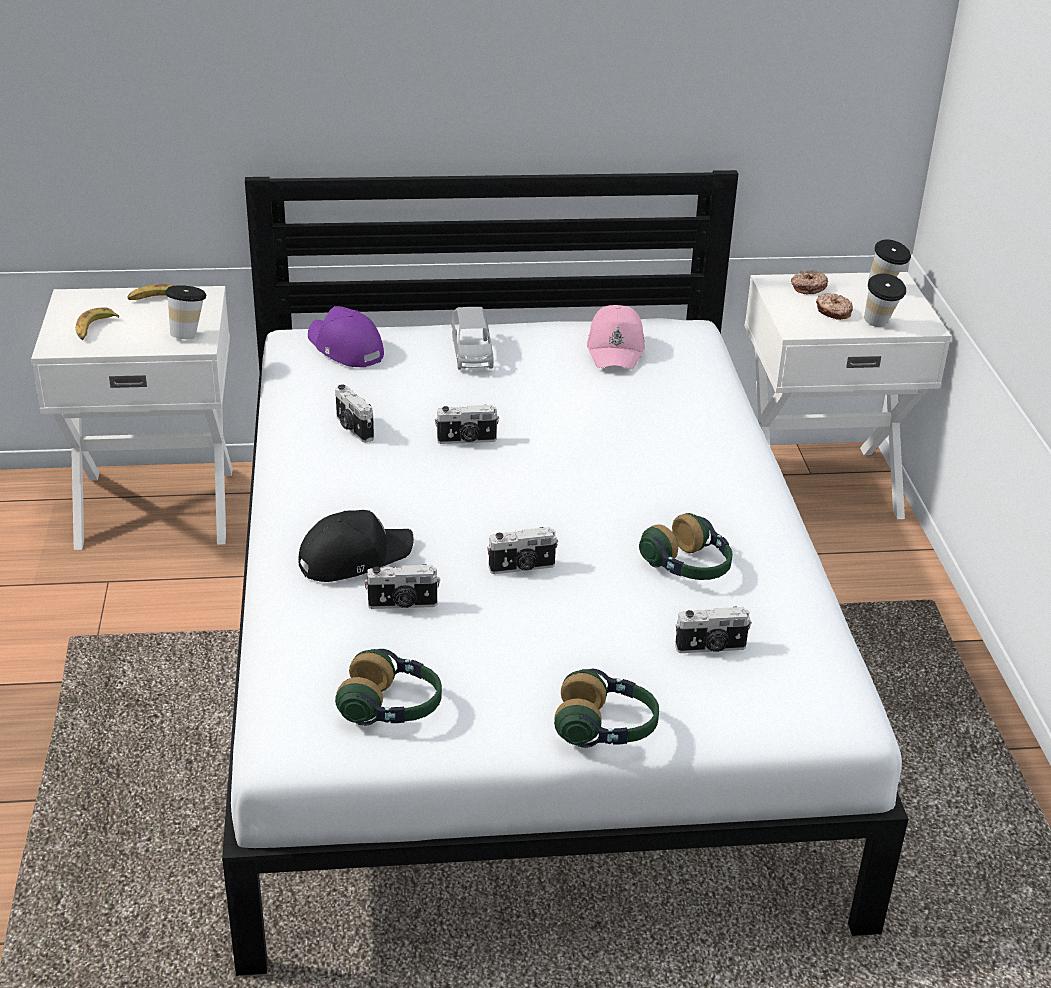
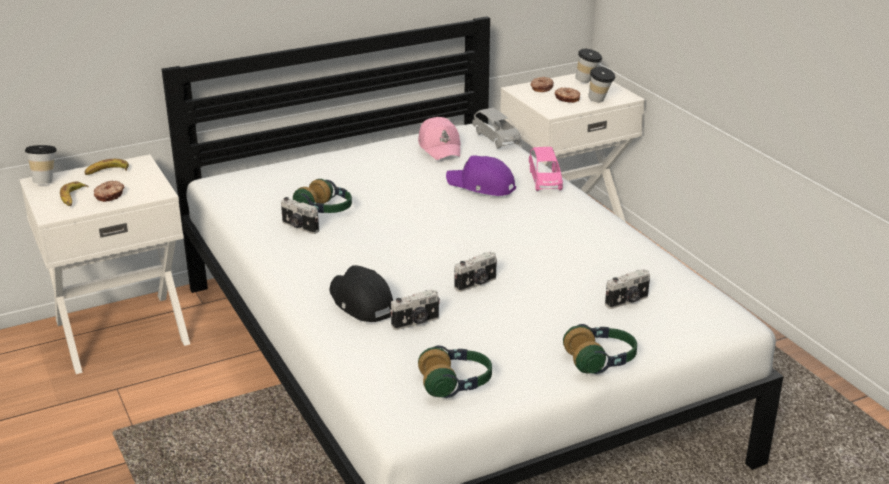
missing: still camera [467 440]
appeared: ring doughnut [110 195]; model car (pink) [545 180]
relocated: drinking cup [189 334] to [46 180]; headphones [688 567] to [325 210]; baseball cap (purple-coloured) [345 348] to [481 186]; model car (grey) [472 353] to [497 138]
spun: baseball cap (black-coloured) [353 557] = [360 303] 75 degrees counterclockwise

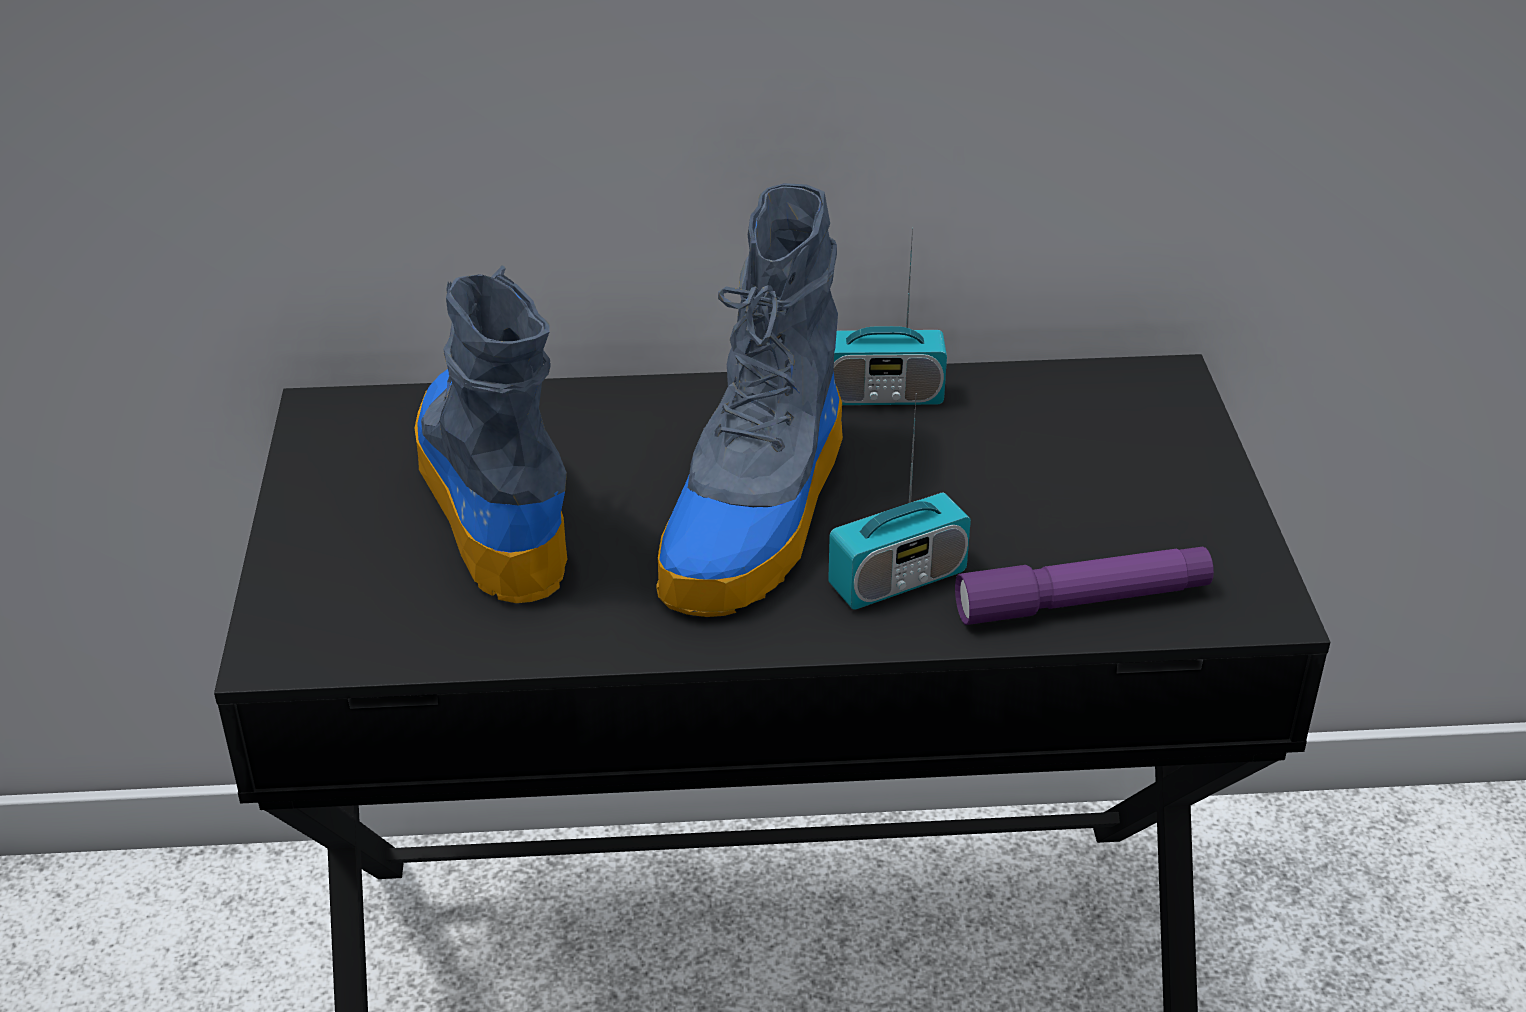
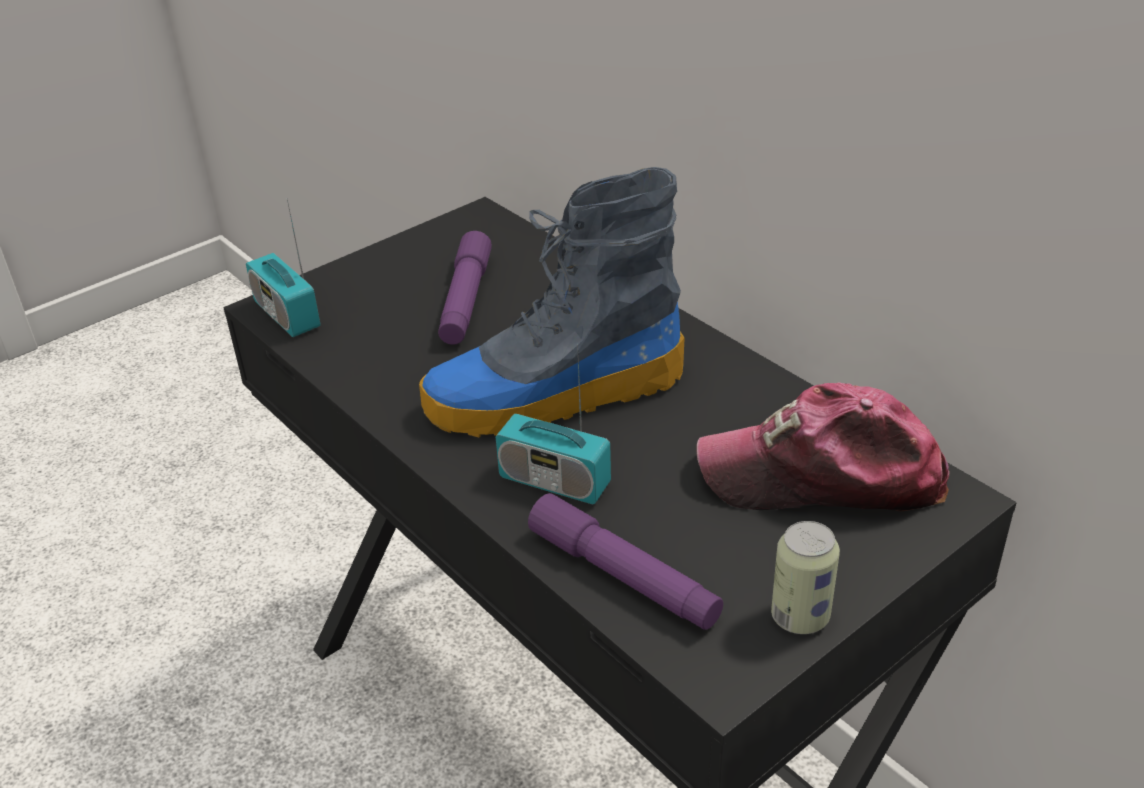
appeared: baseball cap [823 476]; sealed can [800 617]
relocated: radio [882 395] to [287 315]
exchanged: high-top boot [492 497] to torch (purple-coloured) [465 300]

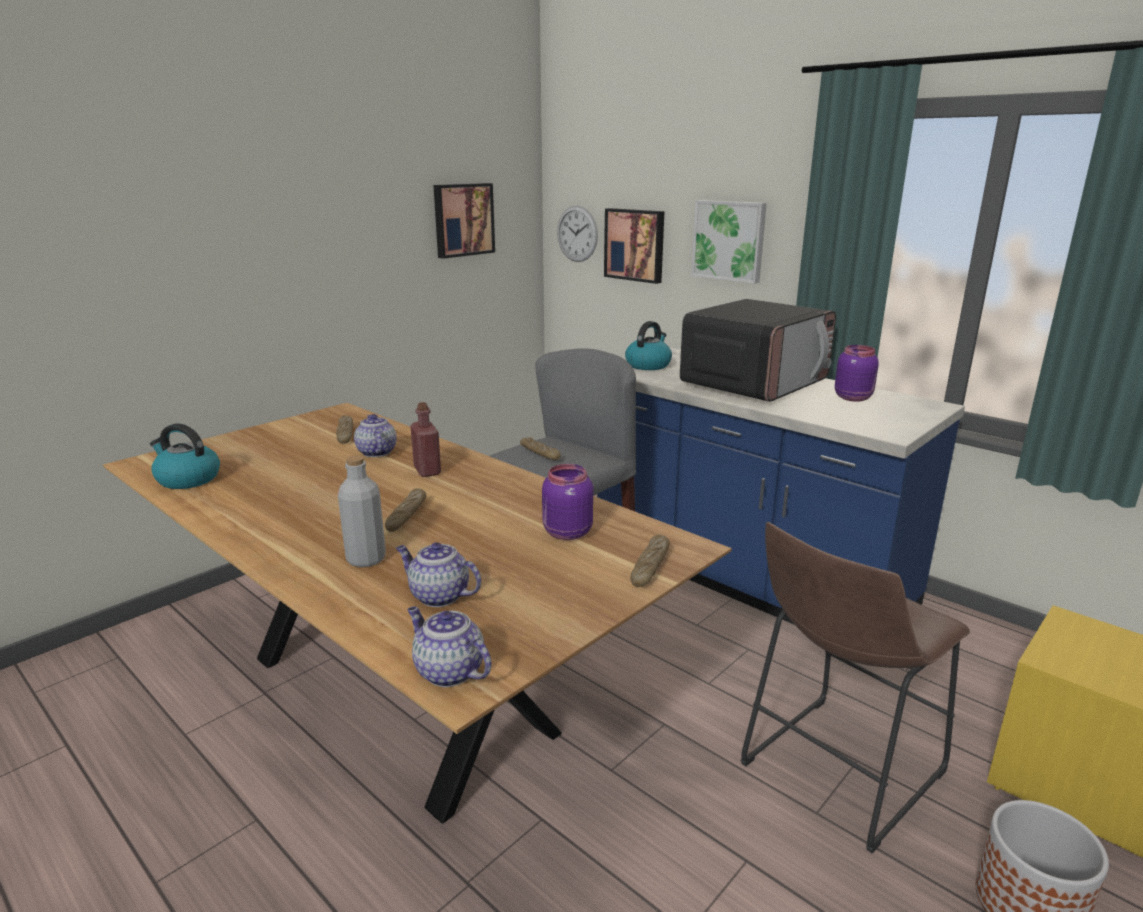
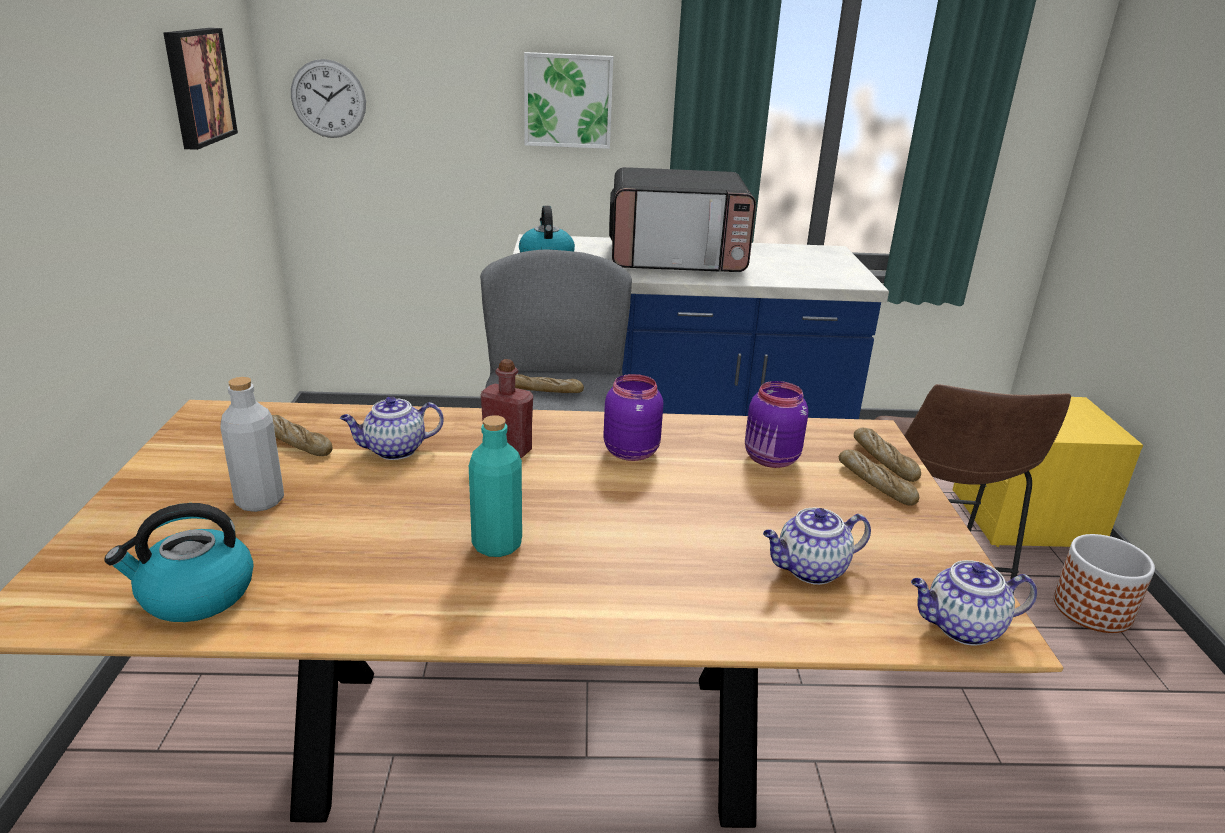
missing: wall art [635 245]
appeared: bottle (turquoise-coloured) [497 544]
relocated: bottle (grey) [366 559] to [260 501]; preserve jar (purple-coloured) [853 397] to [631 451]; bakery bread [407 515] to [875 484]
spun: teapot [376 452] = [394 450] 45 degrees counterclockwise; kitchen microwave [755 383] = [677 258] 90 degrees clockwise

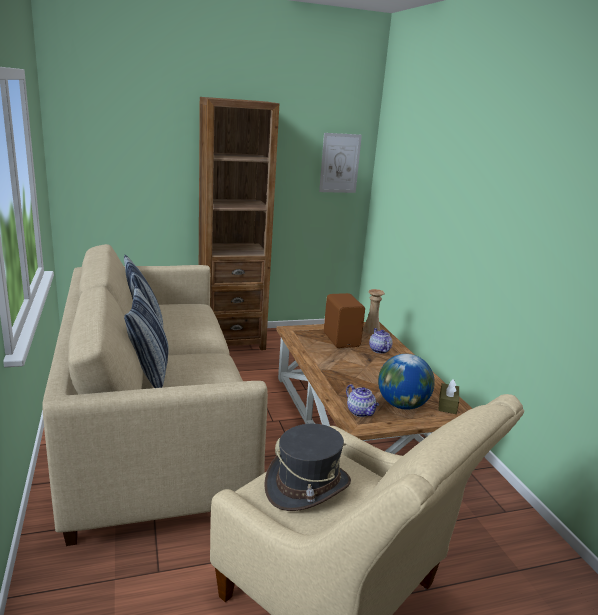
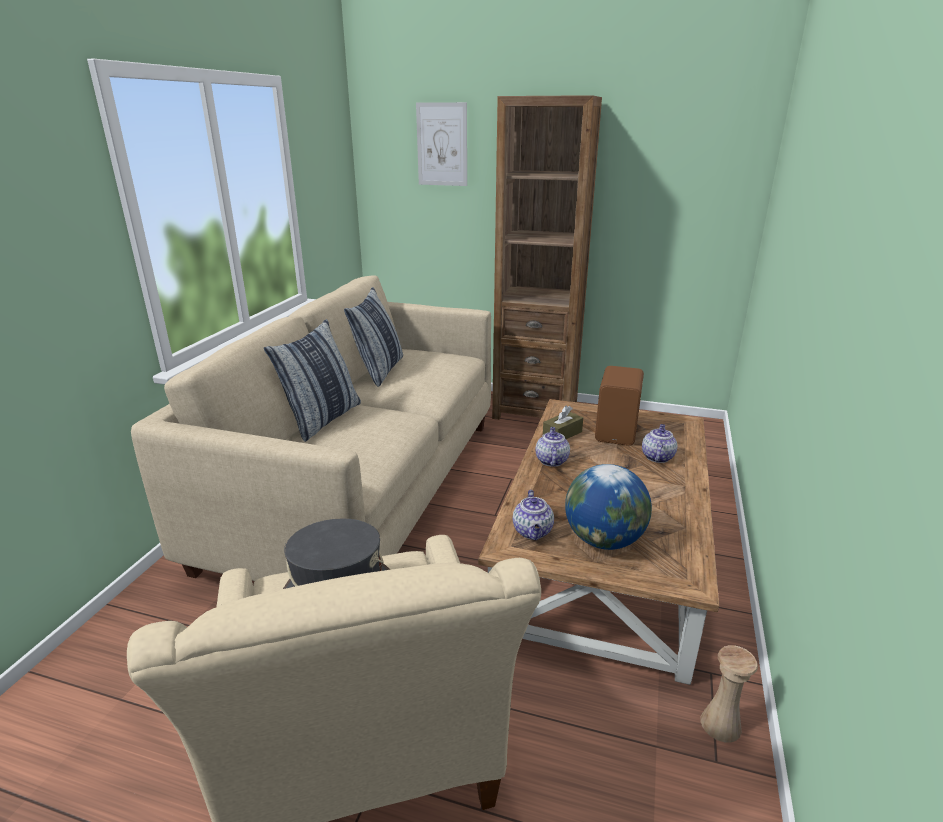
appeared: teapot [551 460]
relocated: wall art [340 163] to [442 144]; tissue holder (brown-coloured) [447 404] to [562 434]; flower vase (beige) [371 330] to [720 724]

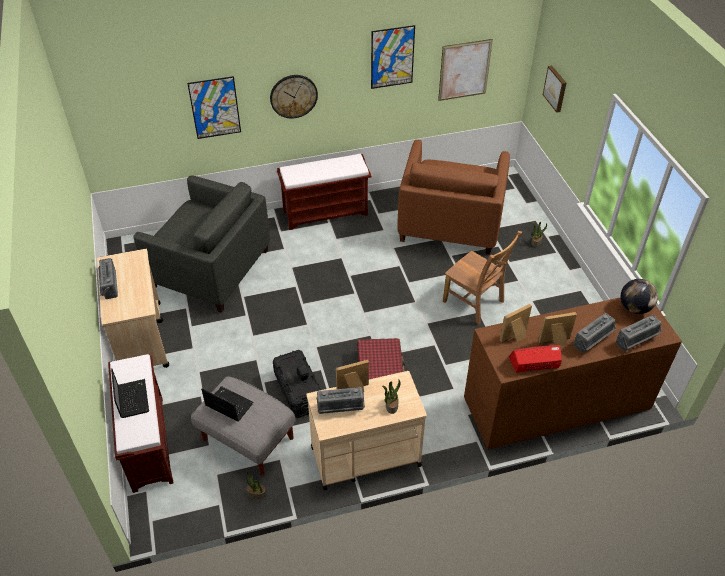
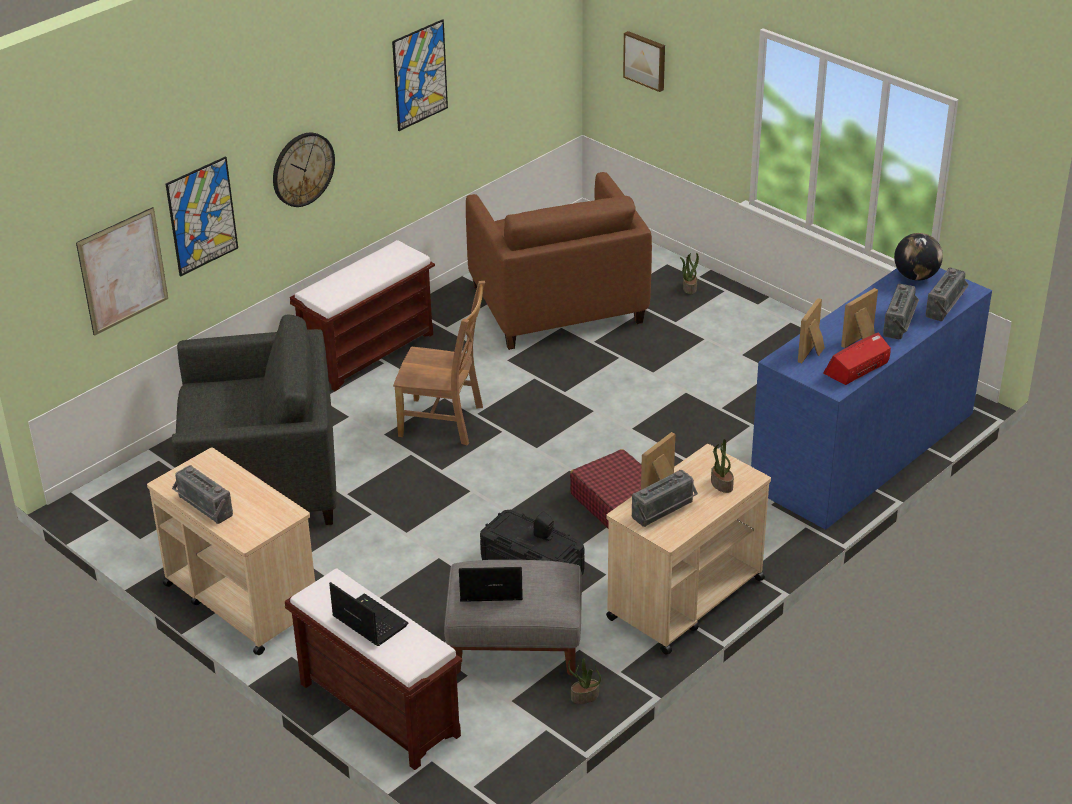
relocated: wall art [464 70] to [123 271]; plain chair (brown-coloured) [475 303] to [444 422]
colour: drawer chest (brown-coloured) [556 402] to drawer chest (blue-coloured) [863 450]

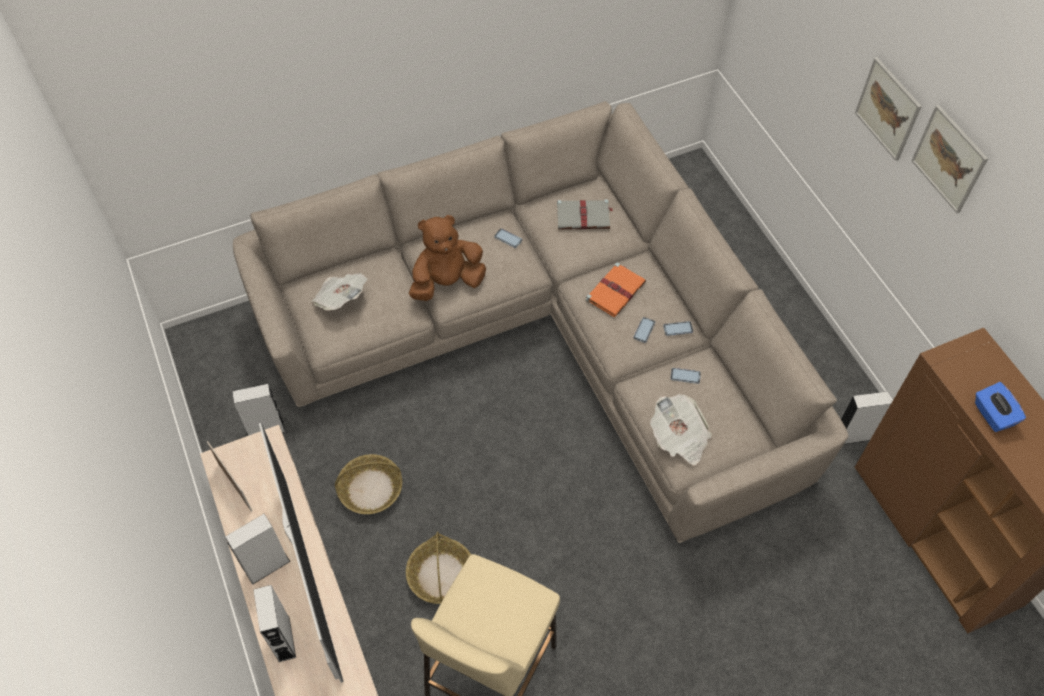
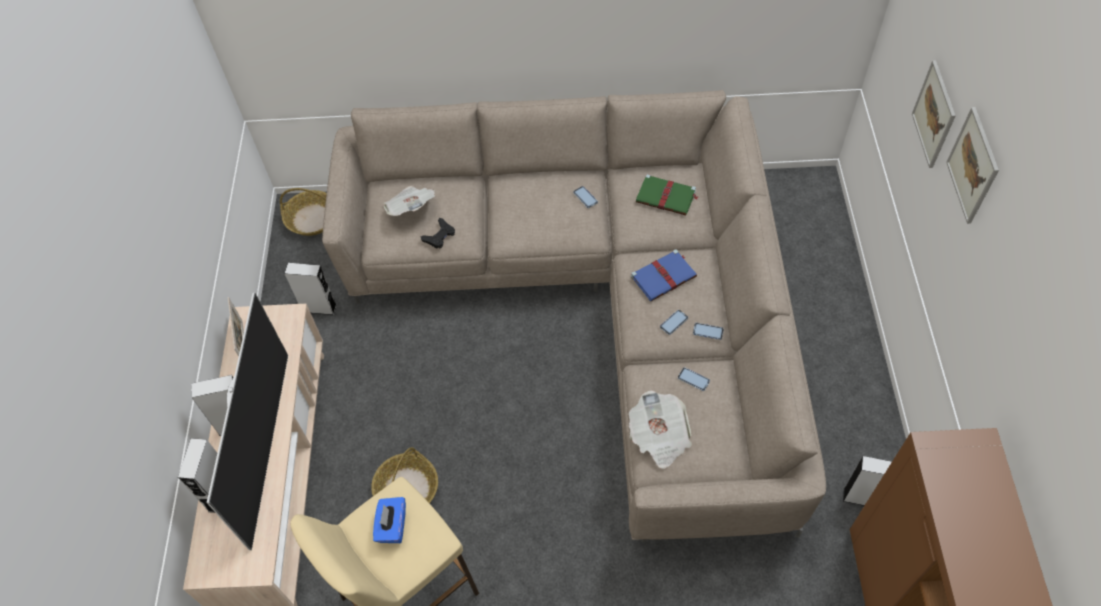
missing: cuddly toy (brown-coloured) [447 282]
appeared: joypad (black-coloured) [439 236]
relocated: basket [371 489] to [312 219]; tissue holder (blue-coloured) [992 415] to [392 526]; wall art [949 159] to [934 114]
colour: book (orangey) [616 291] to book (blue-coloured) [664 276]; book (grey) [584 216] to book (green) [666 197]

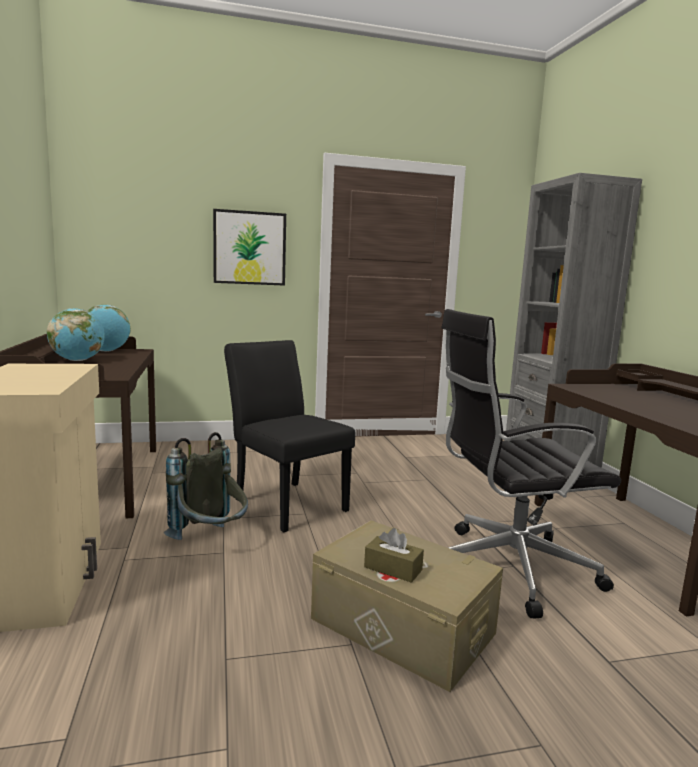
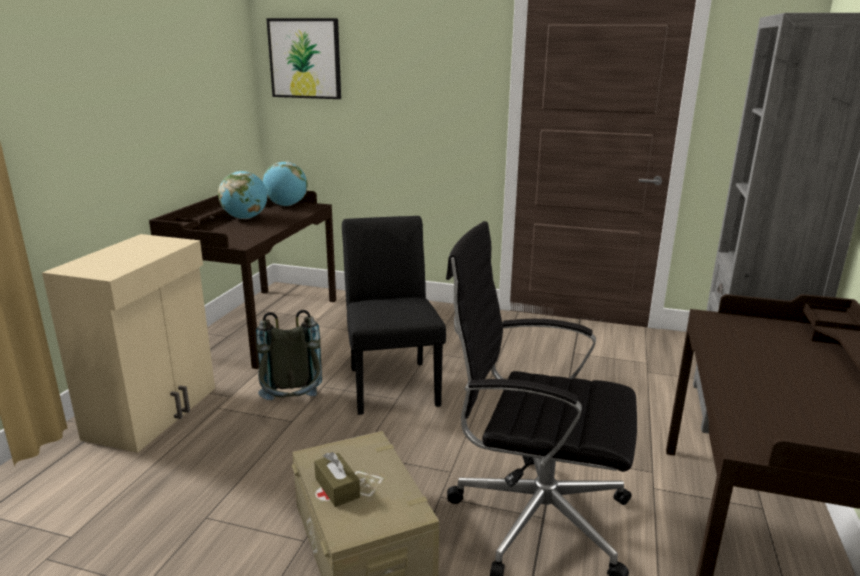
relocated: wall art [249 248] to [305 58]

